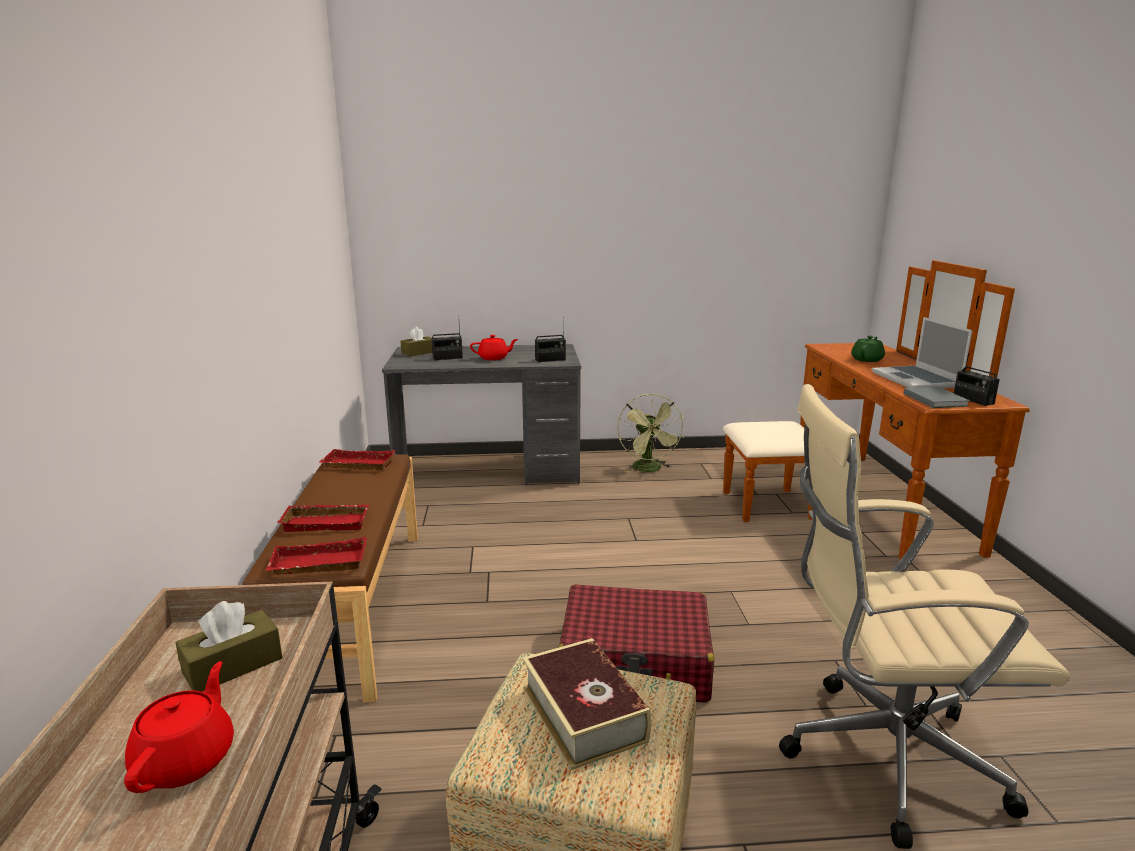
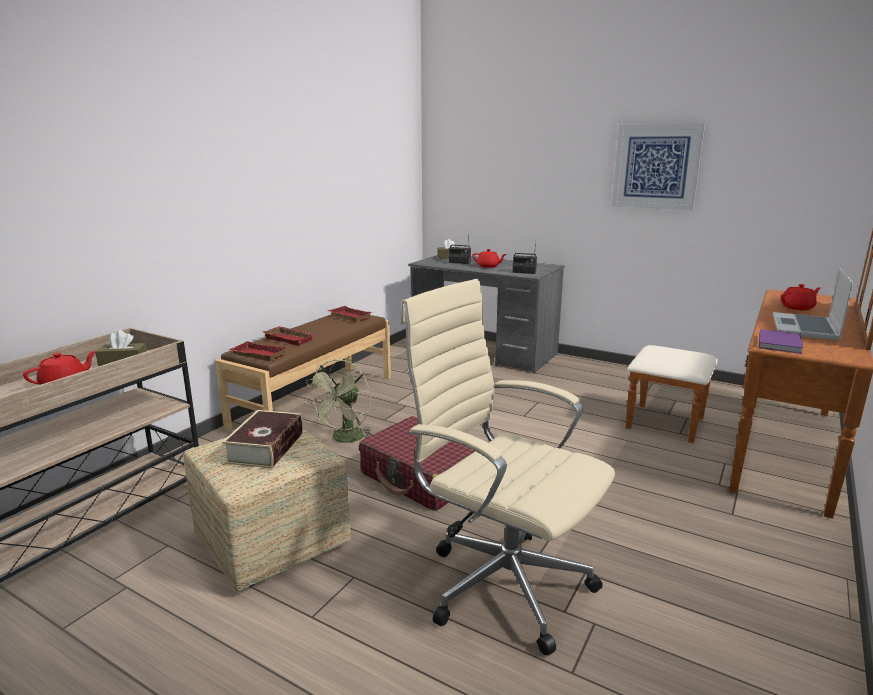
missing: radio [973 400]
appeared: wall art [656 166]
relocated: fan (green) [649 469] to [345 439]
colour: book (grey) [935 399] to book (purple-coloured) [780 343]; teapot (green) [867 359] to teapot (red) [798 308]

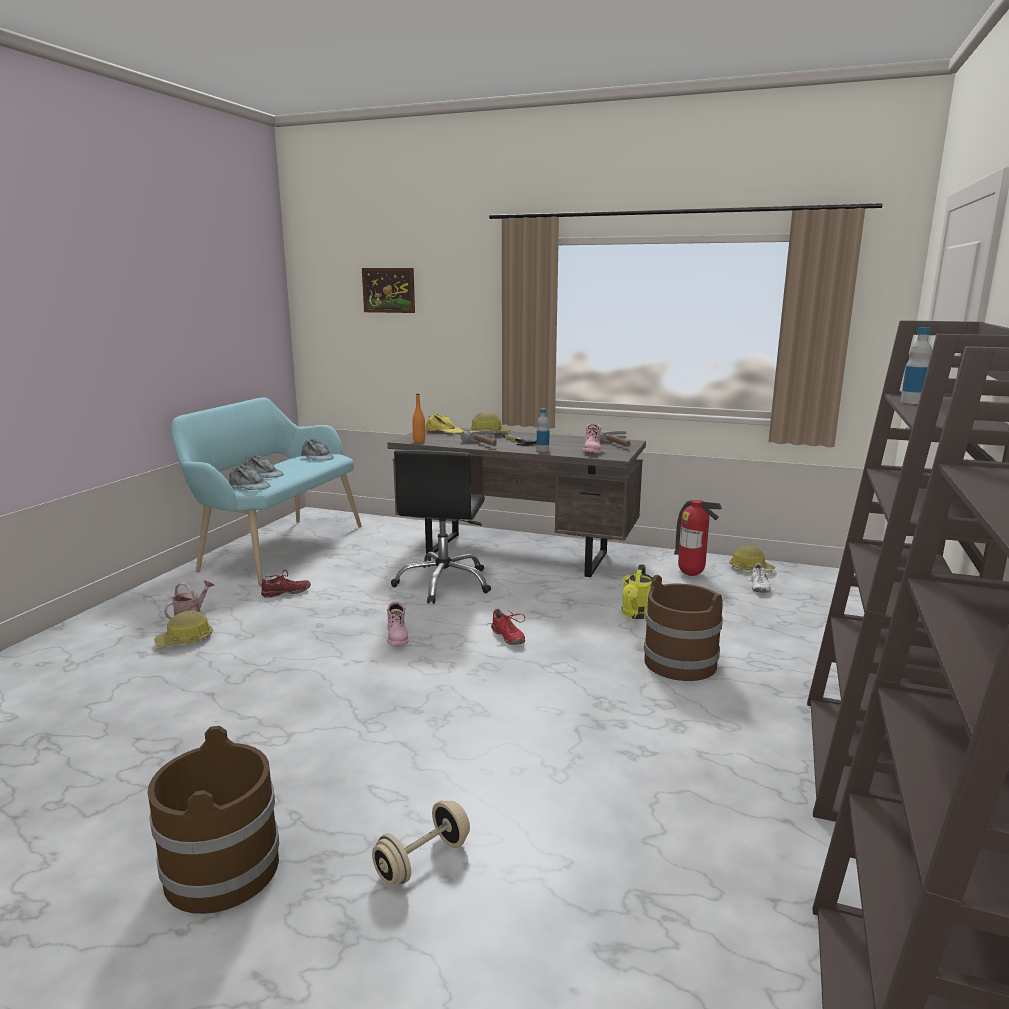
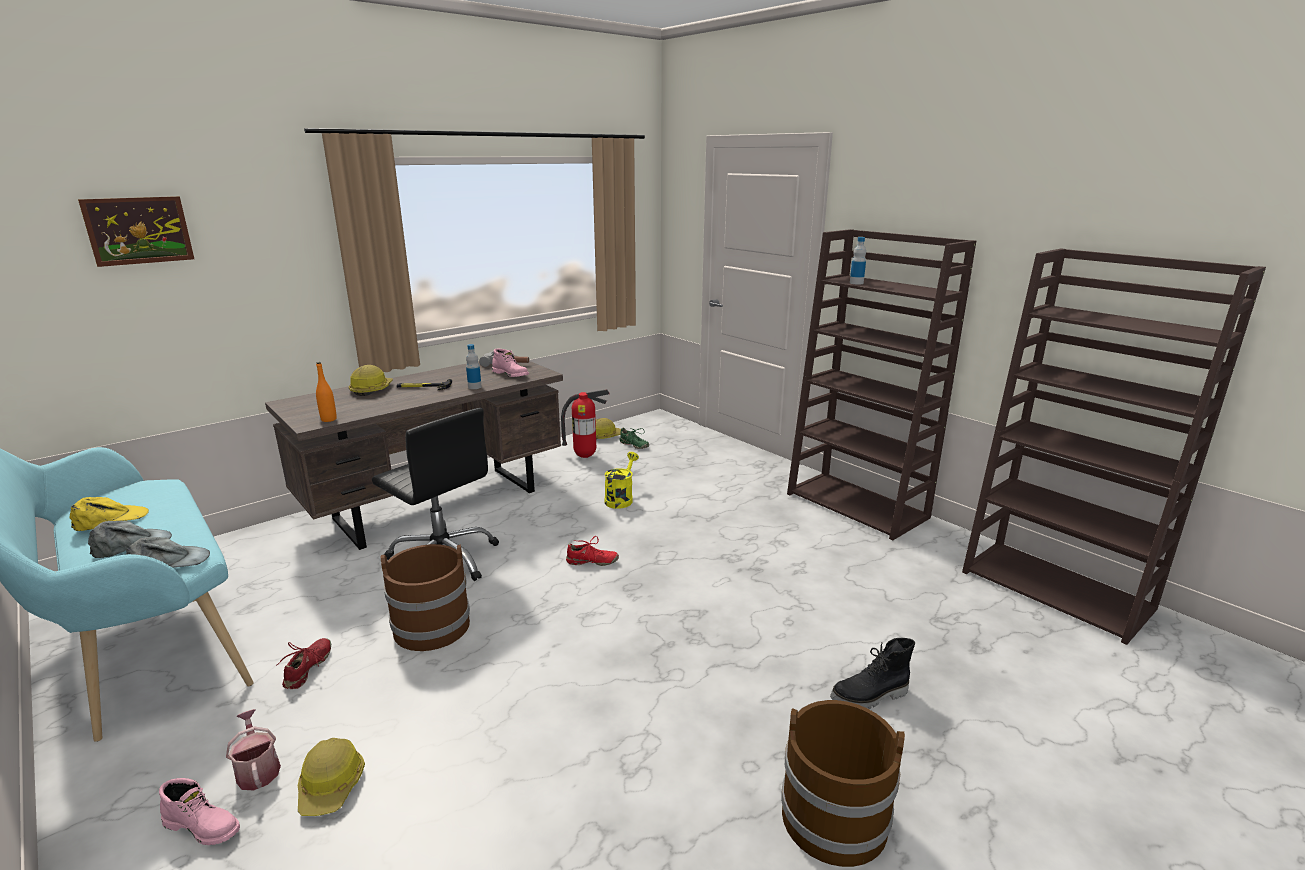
missing: baseball cap (grey) [317 457]; tool hammer [487 443]
relocated: baseball cap (yellow-coloured) [444 431] to [111 519]; high-top boot (pink) [398 637] to [203 826]; water bucket (brown-coloured) [681 663] to [432 626]
exchanged: dumbbell (beige) [422 860] to high-top boot (black-coloured) [870 697]
colour: low shoe (white) [758 587] to low shoe (green) [634 445]
spun: watering can (yellow-coloured) [636 615] = [620 498] 120 degrees counterclockwise

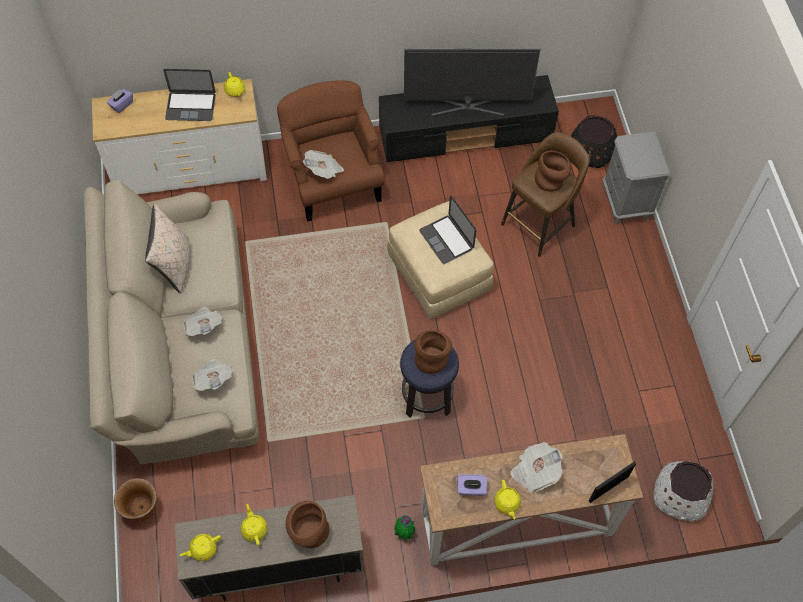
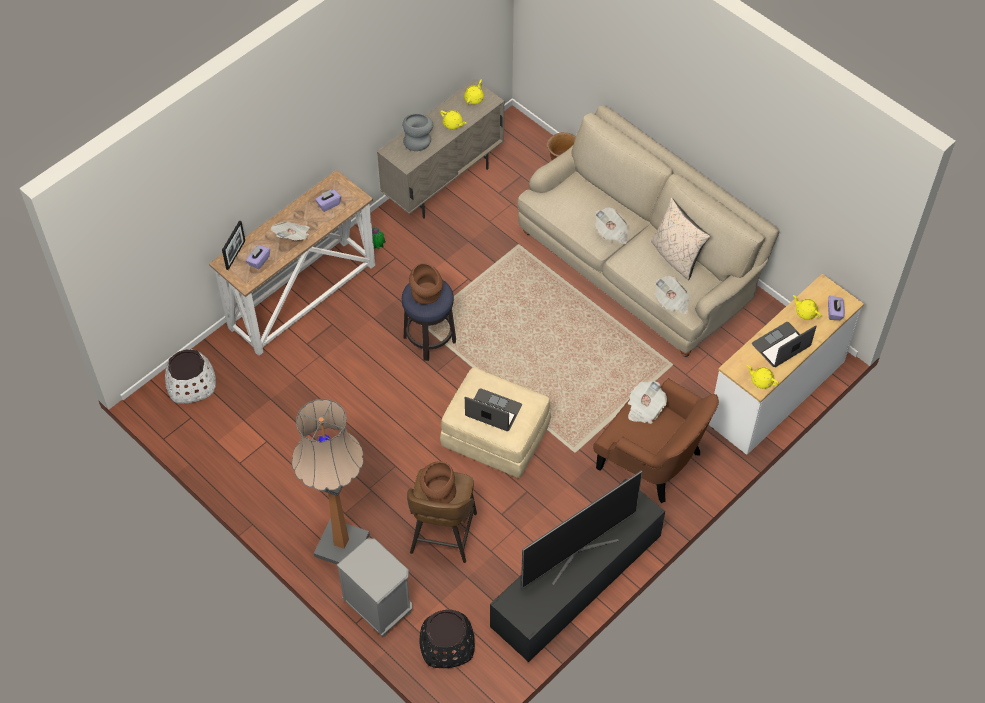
appeared: tissue holder (purple-coloured) [259 261]; standing lamp [341 545]
relocated: daily paper [213 379] to [672 301]; teapot (yellow-coloured) [507 503] to [805 312]
colour: flower vase (brown-coloured) [308 533] to flower vase (grey) [418 140]

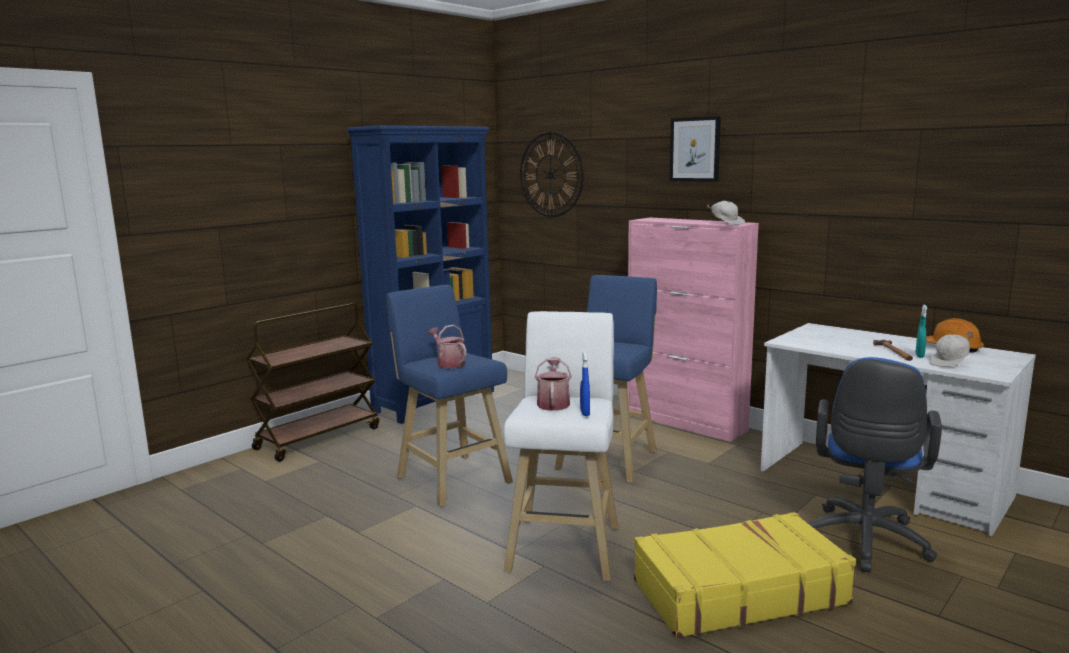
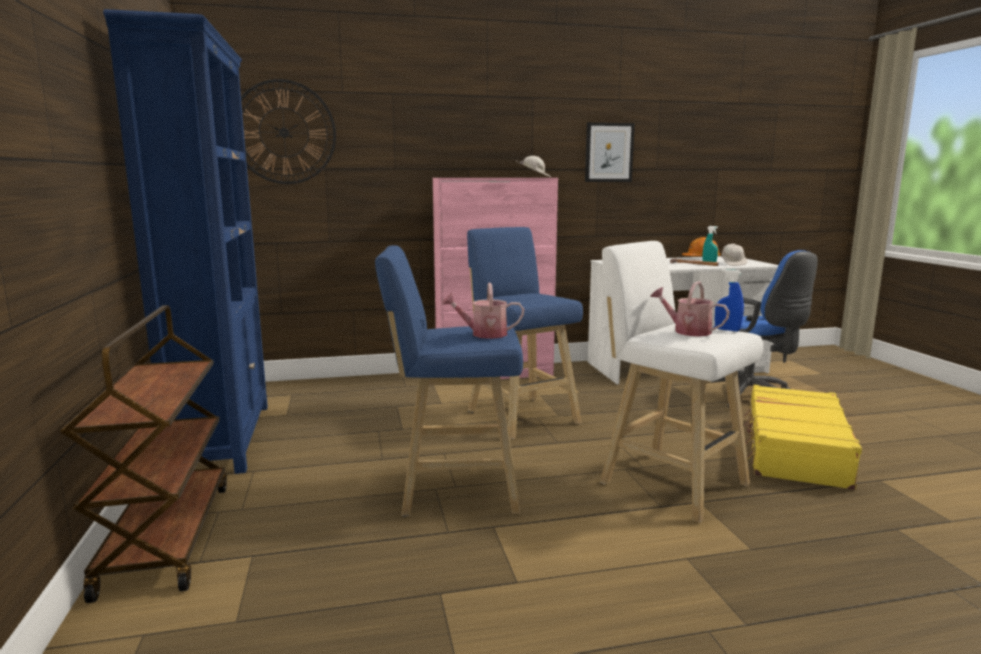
relocated: wall art [695 149] to [609 152]

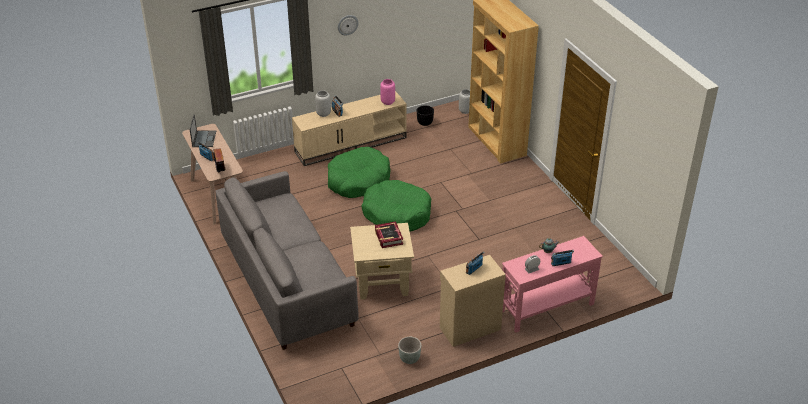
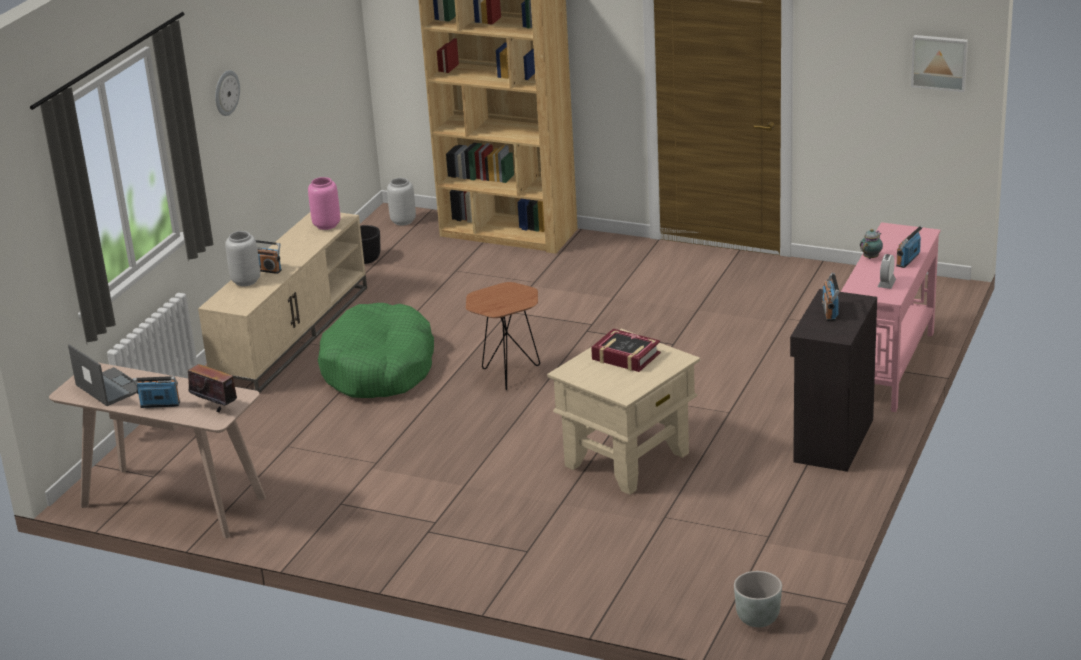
missing: couch (grey) [286 281]
appeared: wall art [939 62]
relocated: plant pot (grey) [409 359] to [758 619]
exchanged: pet bed (green) [397 213] to side table (brown-coloured) [507 375]
colour: cabinet (beige) [469 328] to cabinet (black-coloured) [831 440]

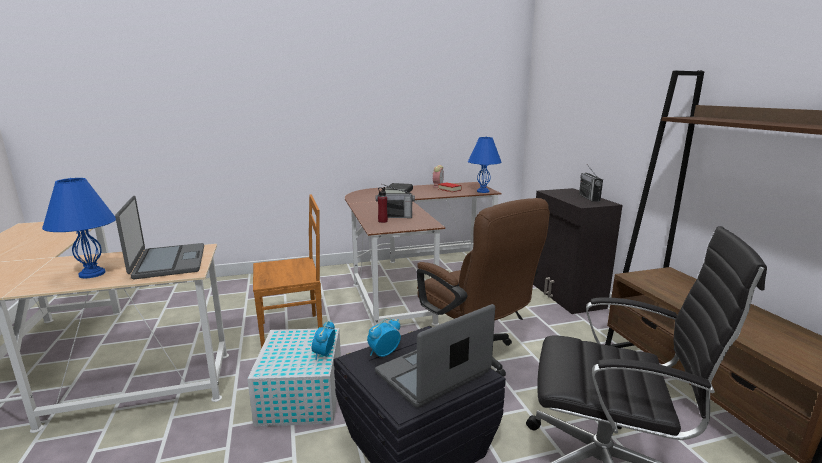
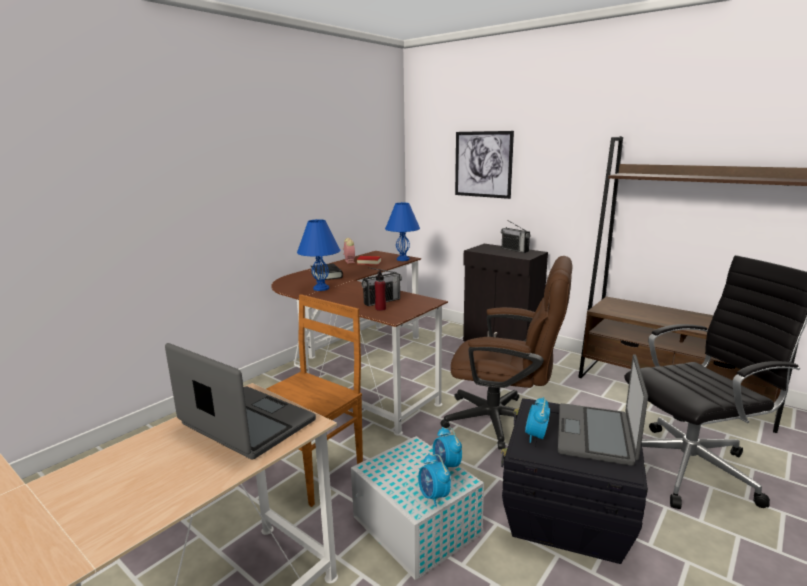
appeared: table clock [433 496]; wall art [483 164]
relocated: lamp for a table (blue-coloured) [91 274] to [321 288]

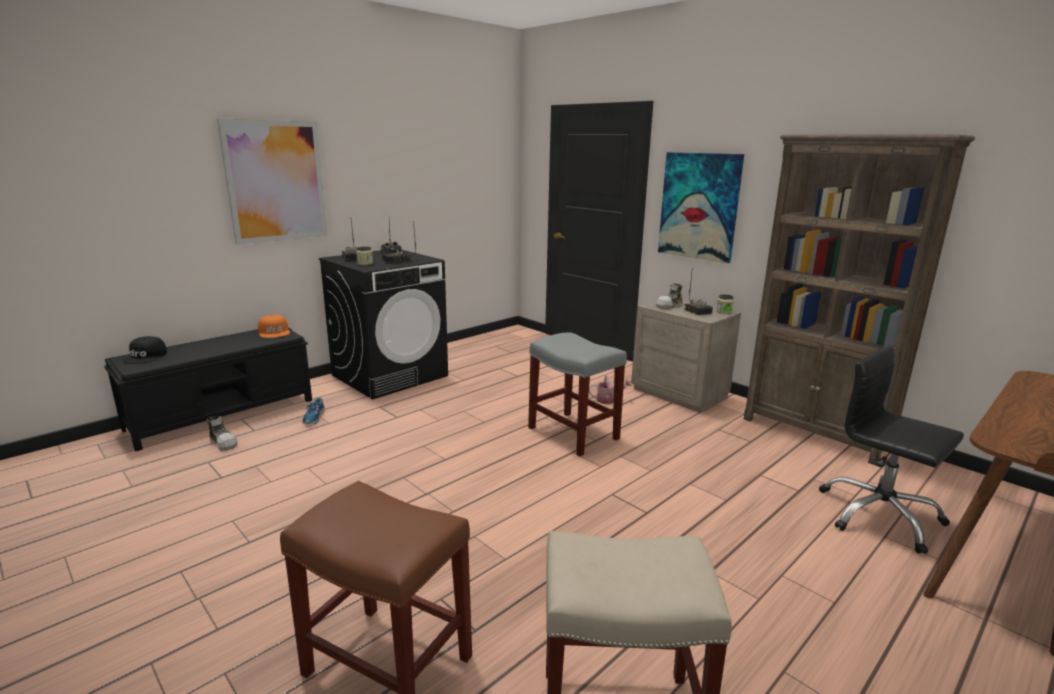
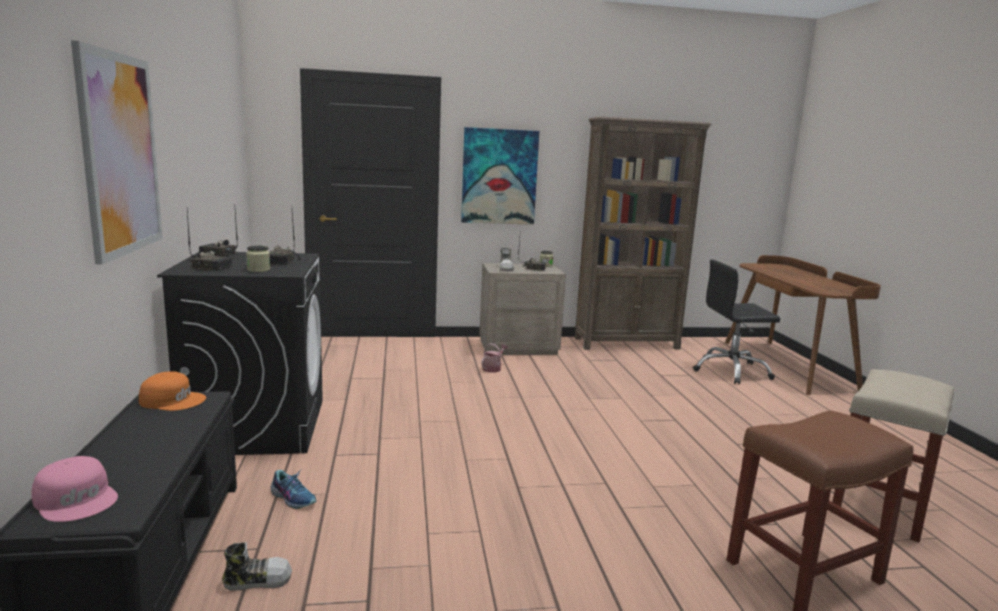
missing: stool (grey) [574 433]
colour: baseball cap (black-coloured) [146 356] to baseball cap (pink) [77 499]

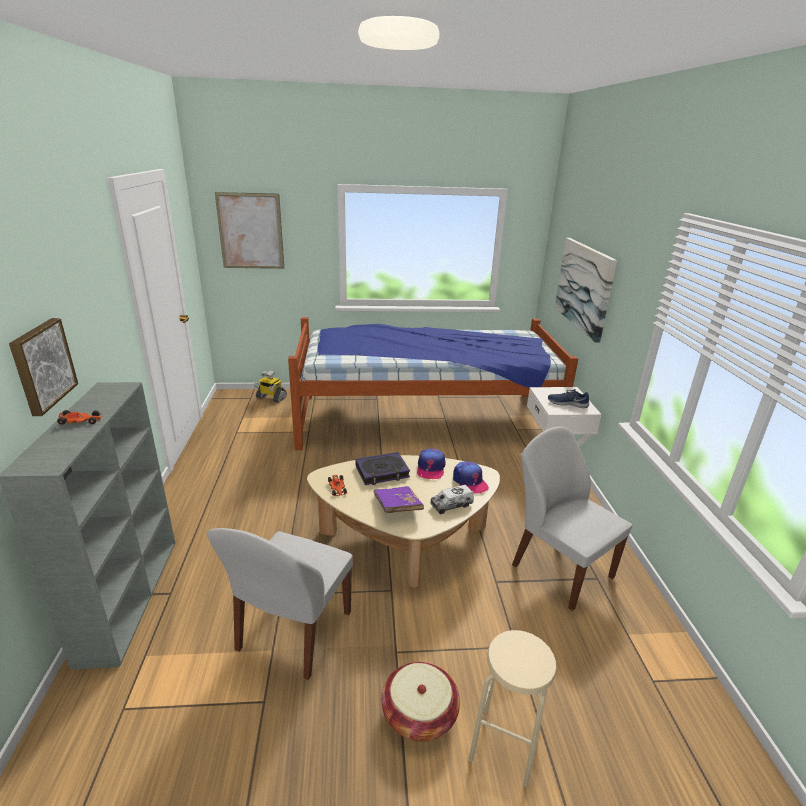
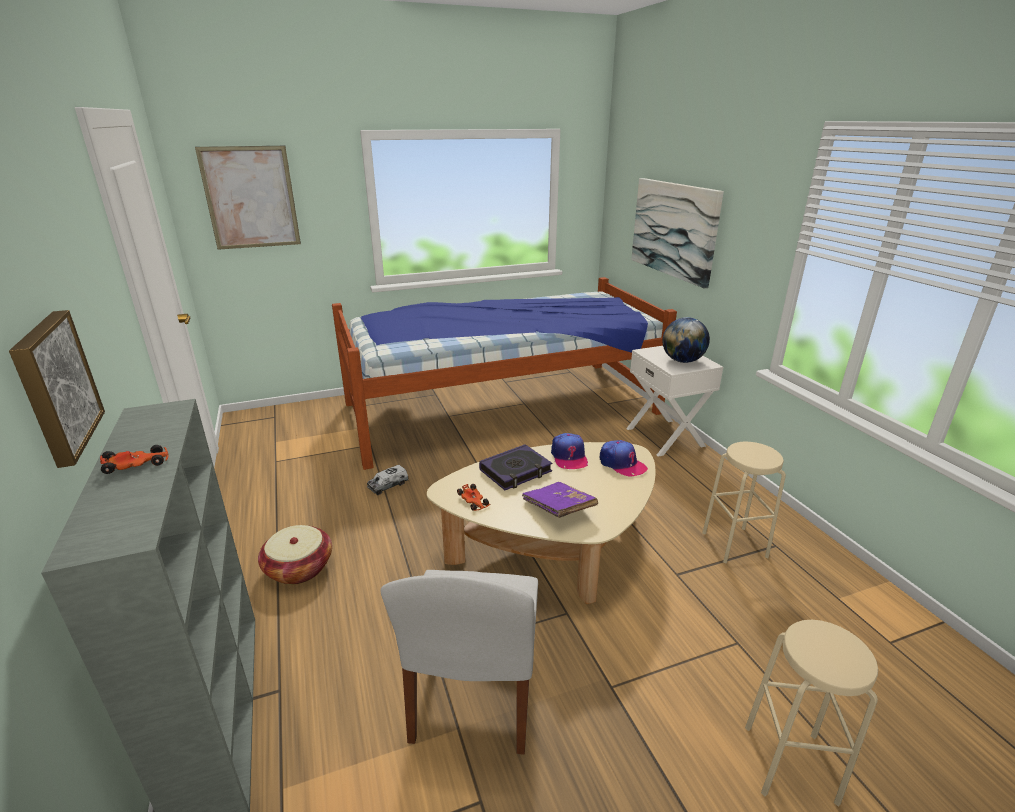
missing: robot figure [271 398]
relocated: basket [419 714] to [299 568]; toy truck [451 505] to [388 485]
exchanged: low shoe (blue-coloured) [567 403] to globe [682 361]; plain chair (white) [560 569] to stool (beige) [734 544]

